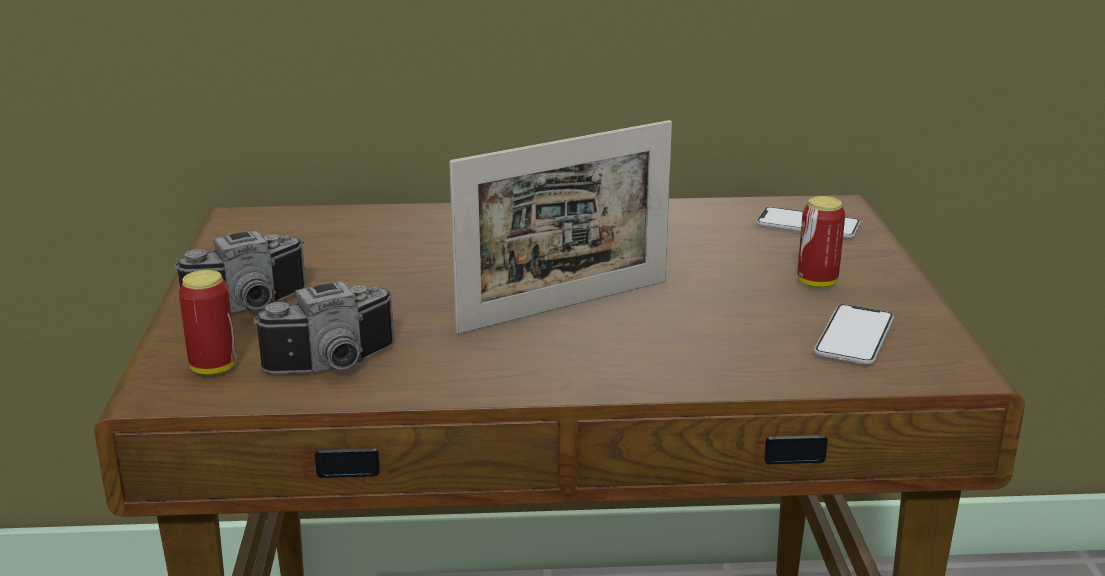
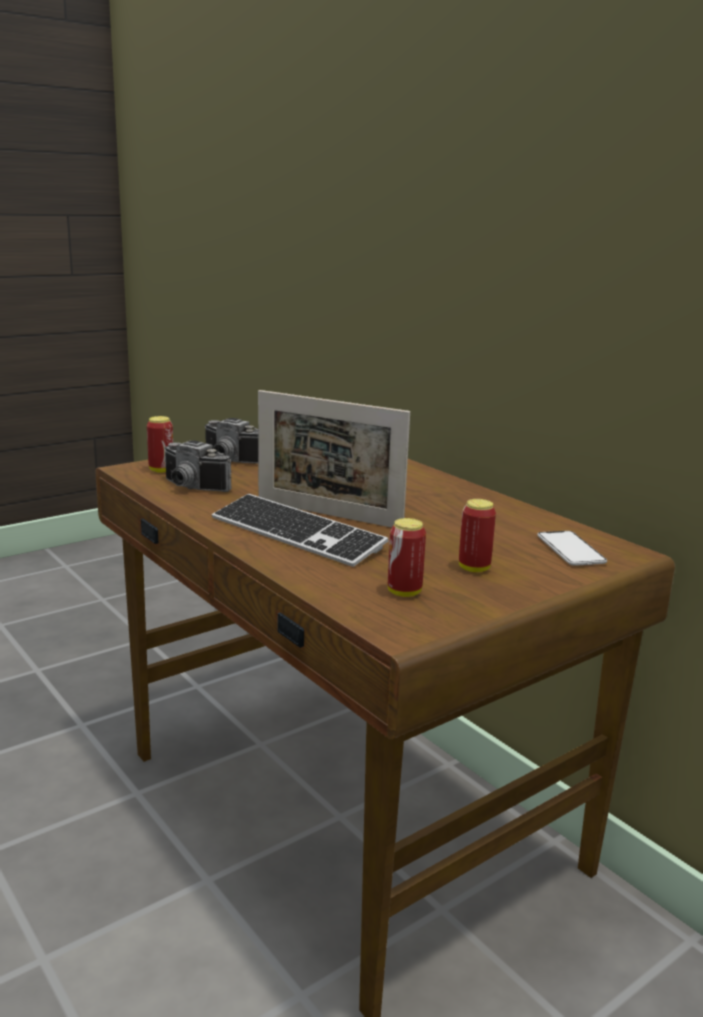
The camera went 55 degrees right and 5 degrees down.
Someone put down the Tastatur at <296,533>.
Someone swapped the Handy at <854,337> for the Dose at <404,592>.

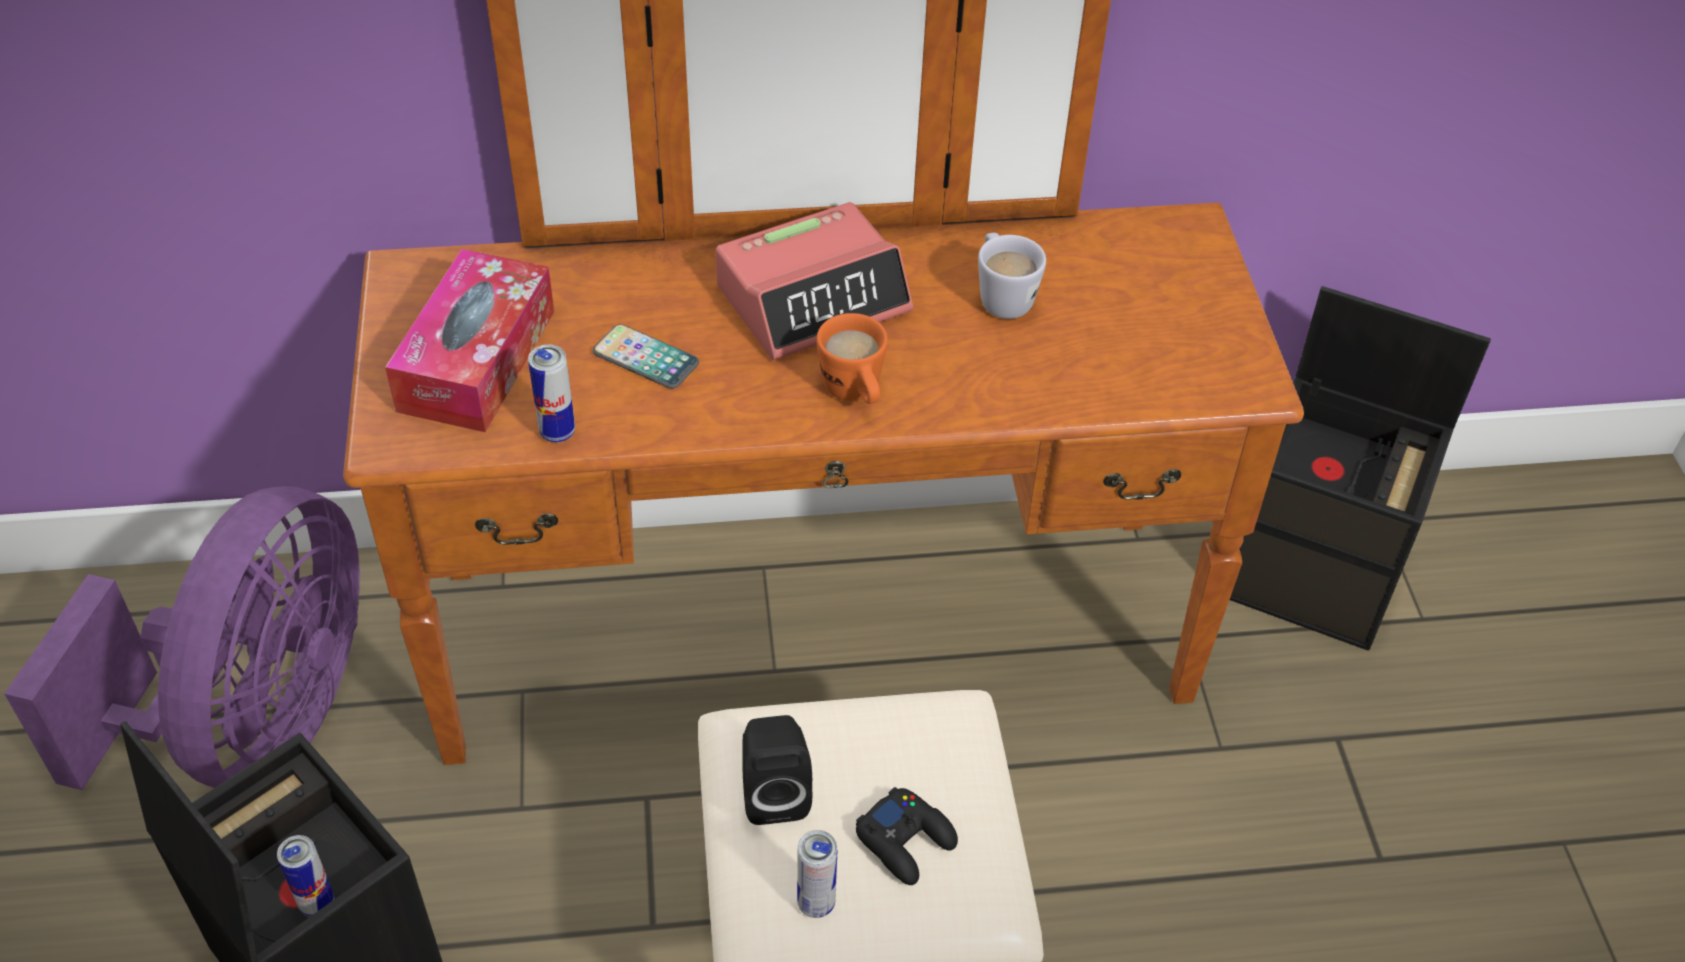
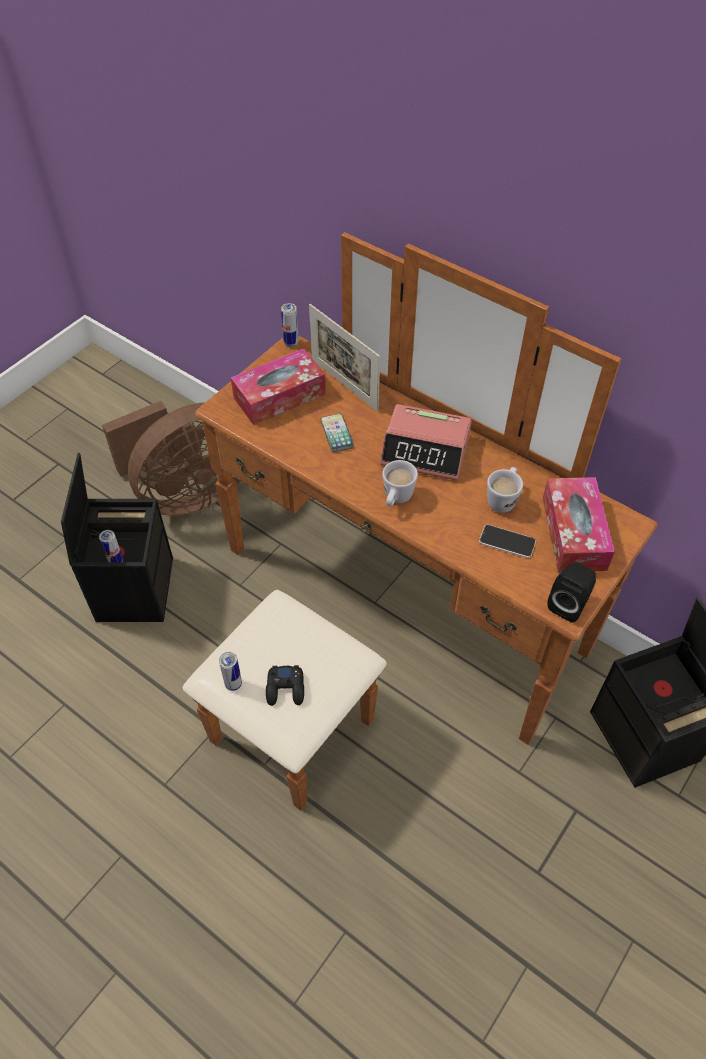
The camera went 45 degrees right and 5 degrees up.
Someone repainted the Ventilator [lila] at <257,724>, which became the Ventilator [braun] at <190,492>.
Someone carried the Dose from <557,432> to <291,343>.
Someone put down the Bilderrahmen at <344,384>.
Someone repainted the Henkelbecher [orange] at <855,394>, which became the Henkelbecher [weiß] at <396,499>.
Someone put down the Handy at <507,542>.
Someone put down the Taschentuchbox at <573,533>.
Someone carried the Lautsprecher [schwarz] from <774,792> to <569,604>.

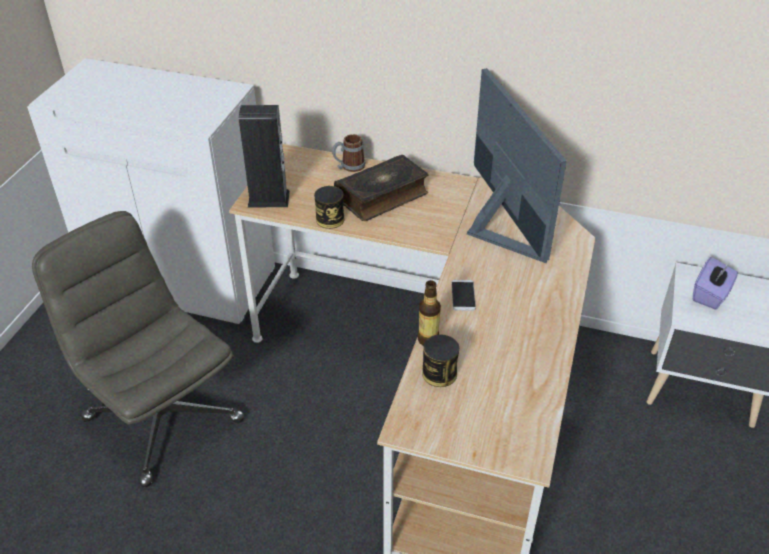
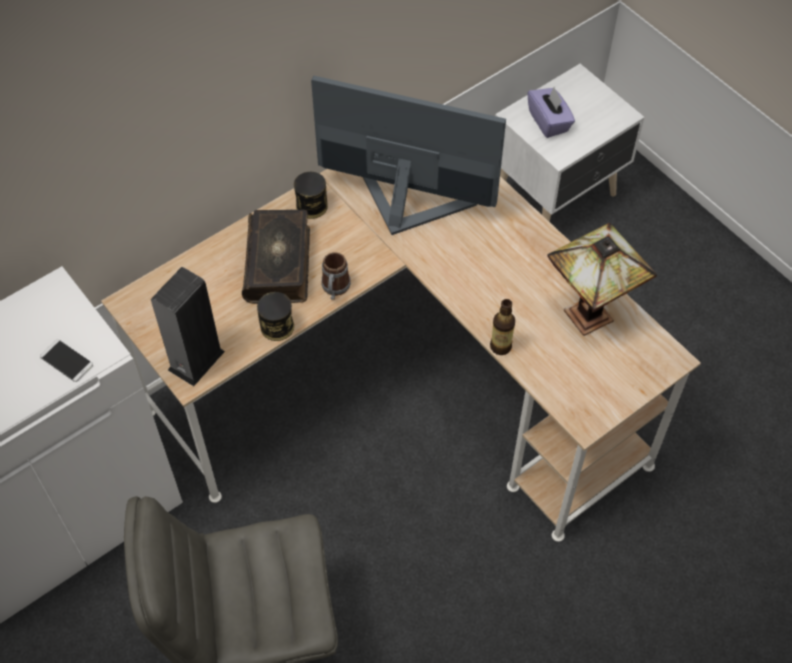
The camera went 55 degrees left and 15 degrees up.
Someone carried the Handy from <463,295> to <66,361>.
Someone carried the Dose from <439,373> to <311,206>.
Someone carried the Henkelbecher from <349,167> to <335,289>.
Someone put down the Tischlampe at <589,312>.

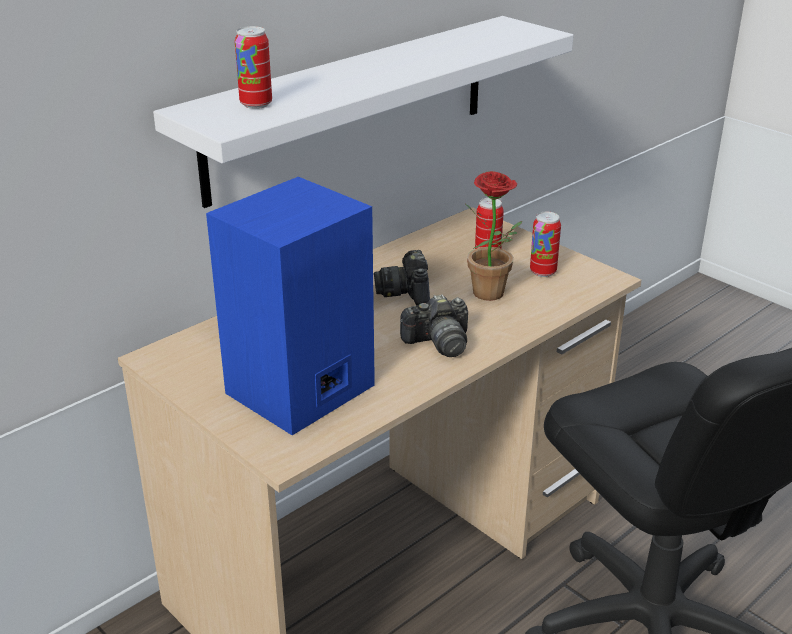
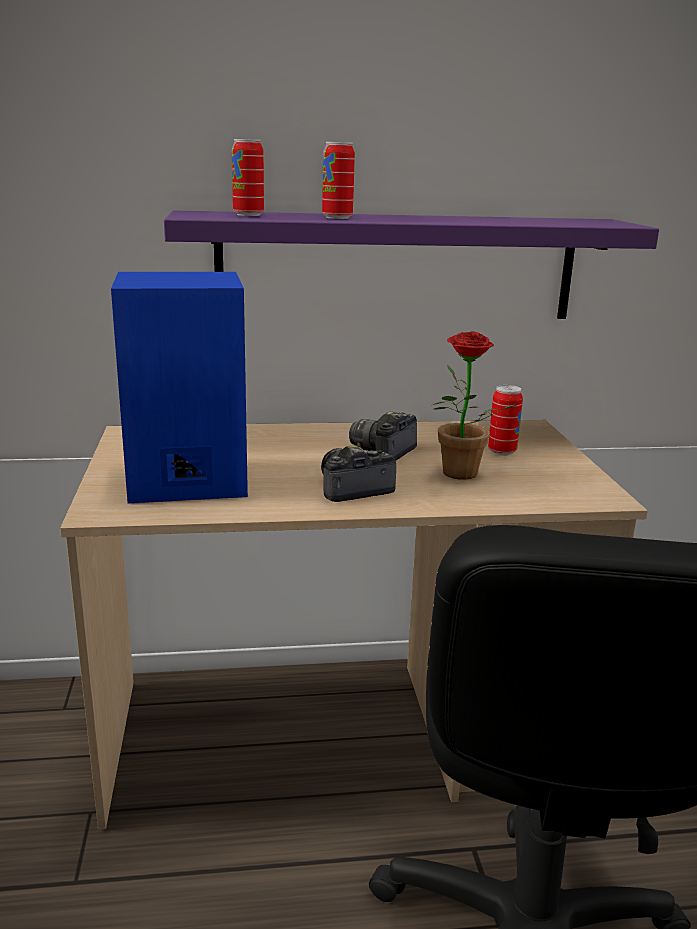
The camera went 35 degrees right and 10 degrees down.
Someone repainted the Wandregal [weiß] at <351,107>, which became the Wandregal [lila] at <397,267>.
Someone rotated the Kamera at <438,343> by 135 degrees clockwise.
Someone carried the Dose from <543,272> to <337,217>.

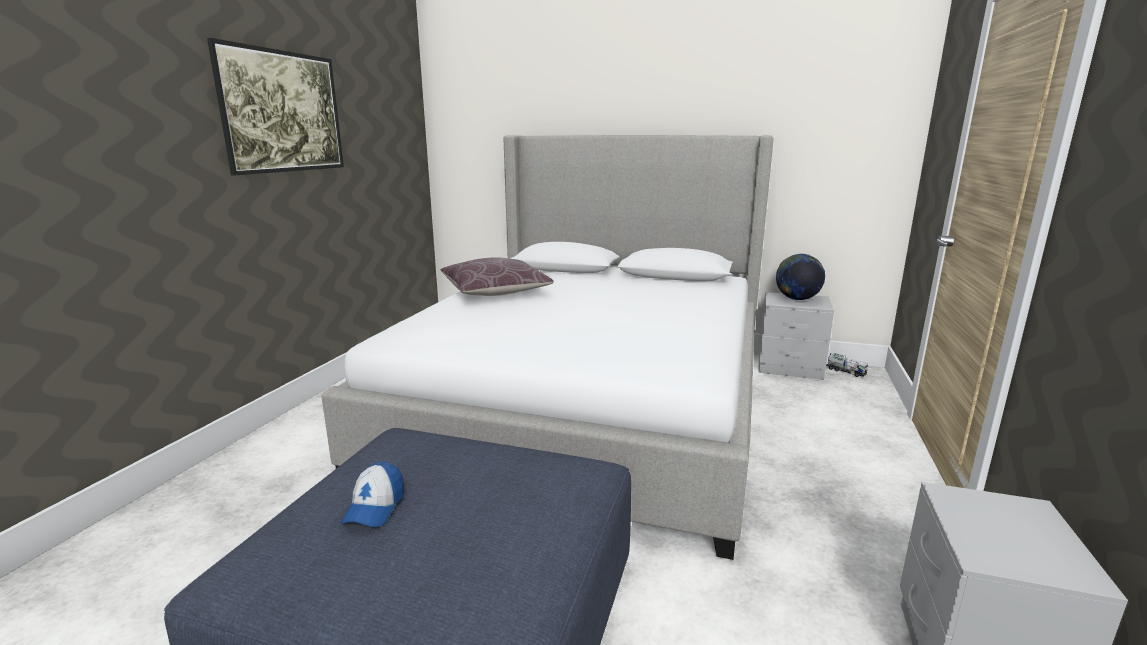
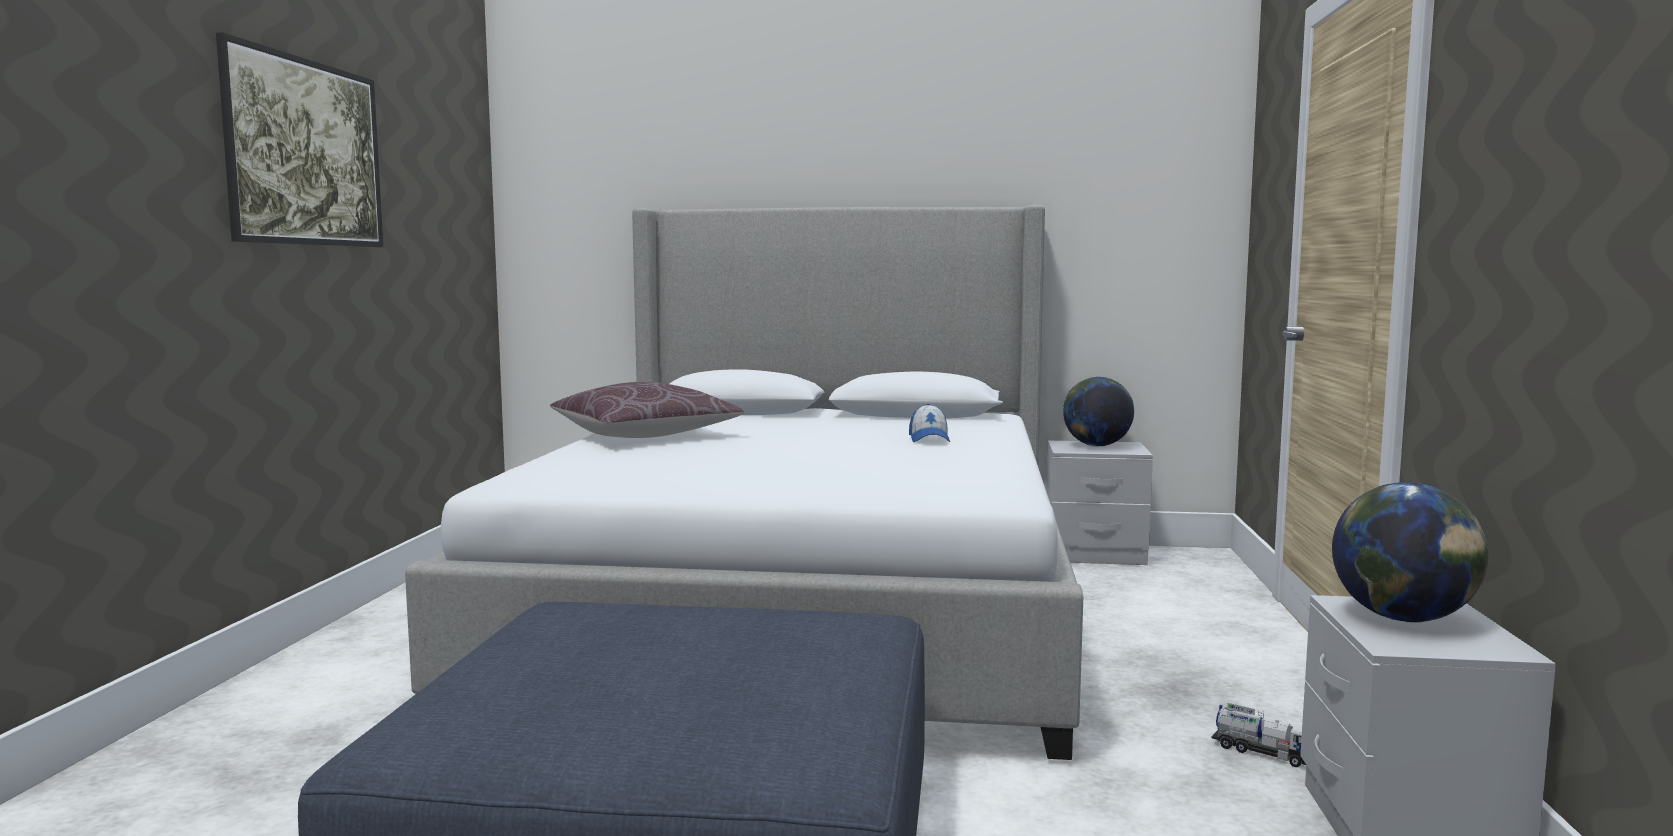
The camera went 10 degrees left and 10 degrees down.
Someone carried the Kappe from <374,507> to <929,439>.
Someone carried the Spielzeuglaster from <845,372> to <1264,753>.
Someone put down the Globus at <1403,619>.

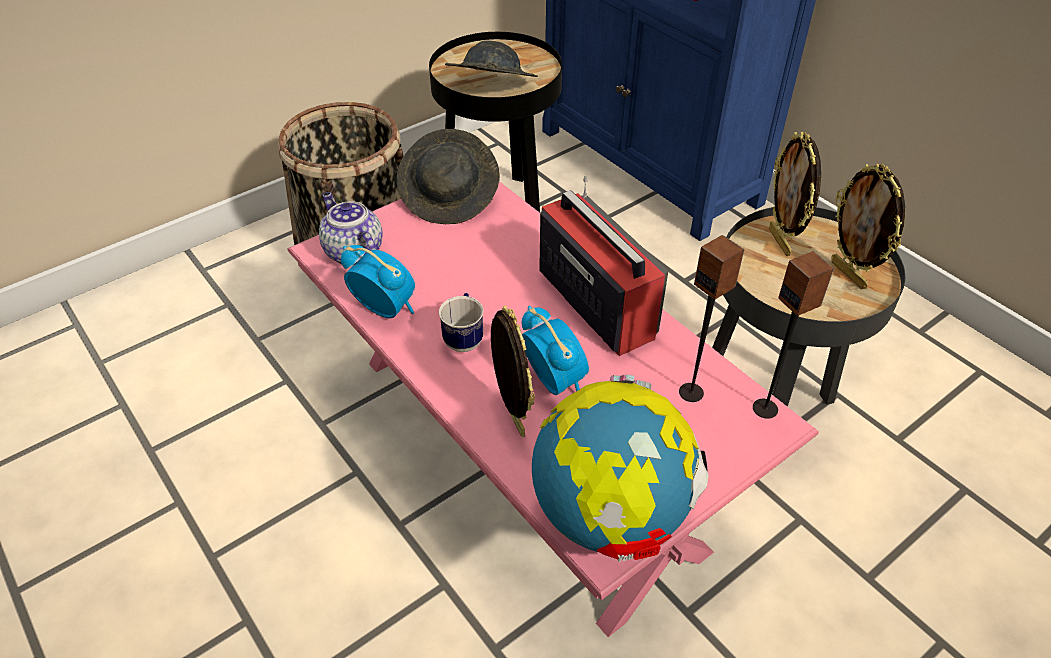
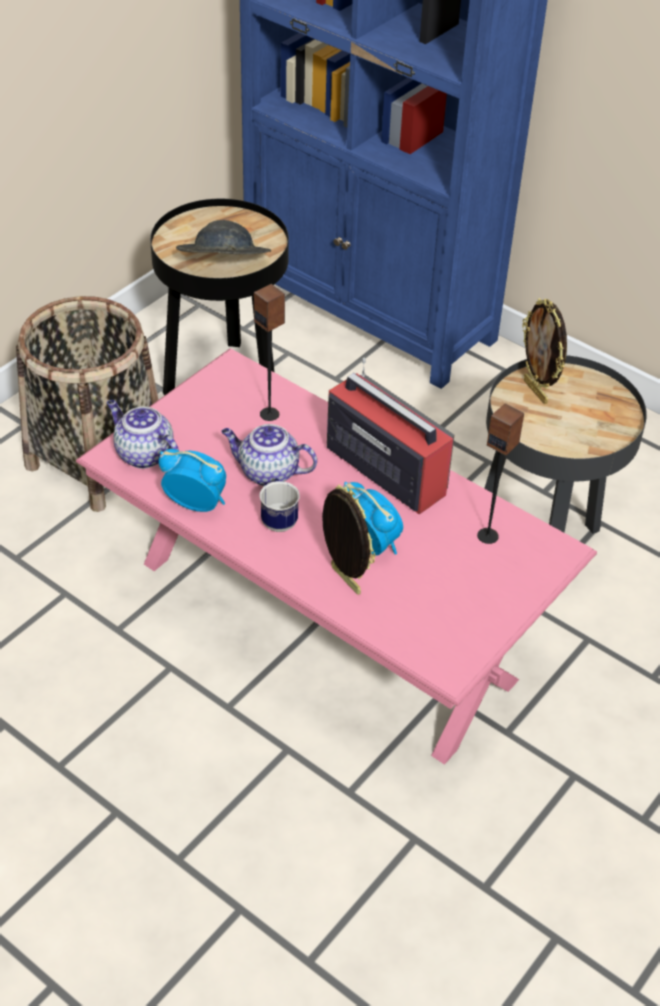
The camera went 15 degrees left and 0 degrees up.
Someone put down the Teekanne at <267,473>.
Someone carried the Lautsprecher from <765,408> to <270,414>.
Someone took away the Hut [grau] at <450,197>.
Someone took away the Globus at <610,516>.
Someone took away the Bilderrahmen at <849,274>.

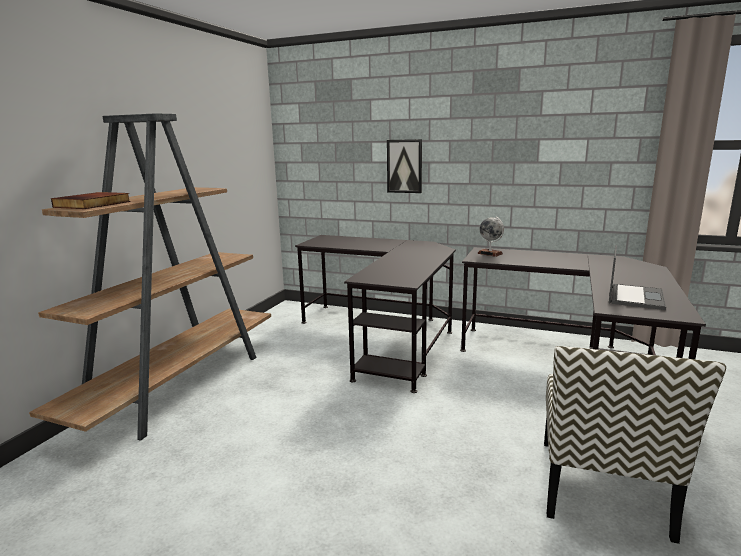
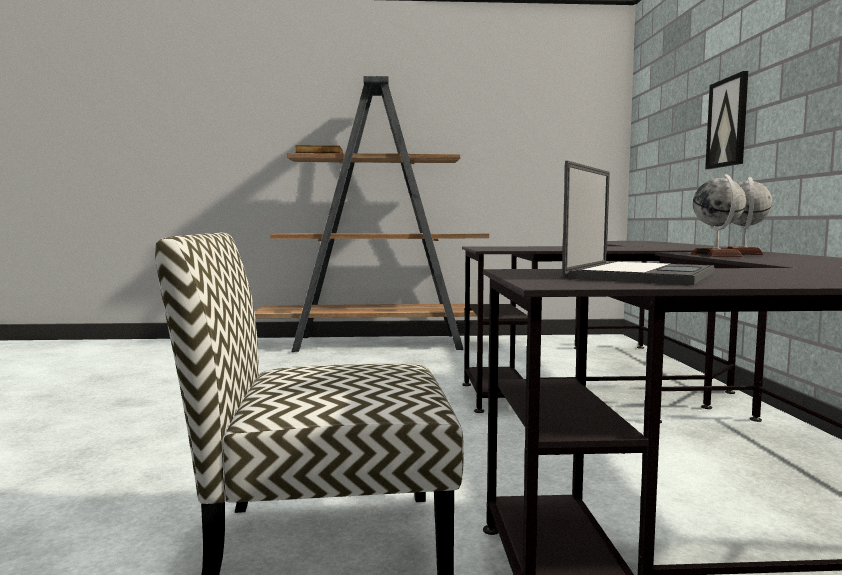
The camera went 65 degrees right and 10 degrees down.
Someone rotated the Laptop at <635,297> by 60 degrees counterclockwise.
Someone put down the Globus at <716,255>.

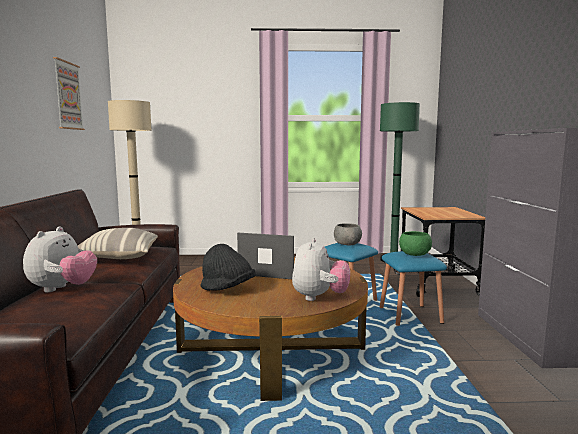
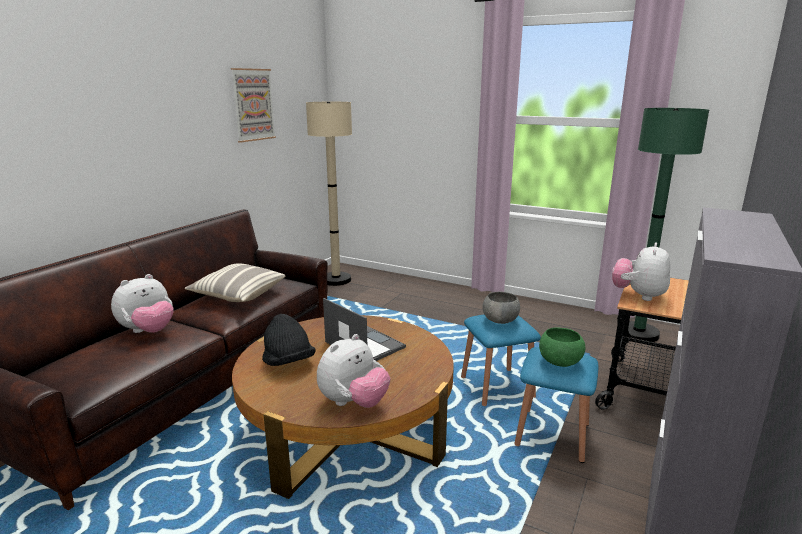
The camera went 30 degrees right and 10 degrees up.
Someone put down the Plüschtier at <638,296>.

